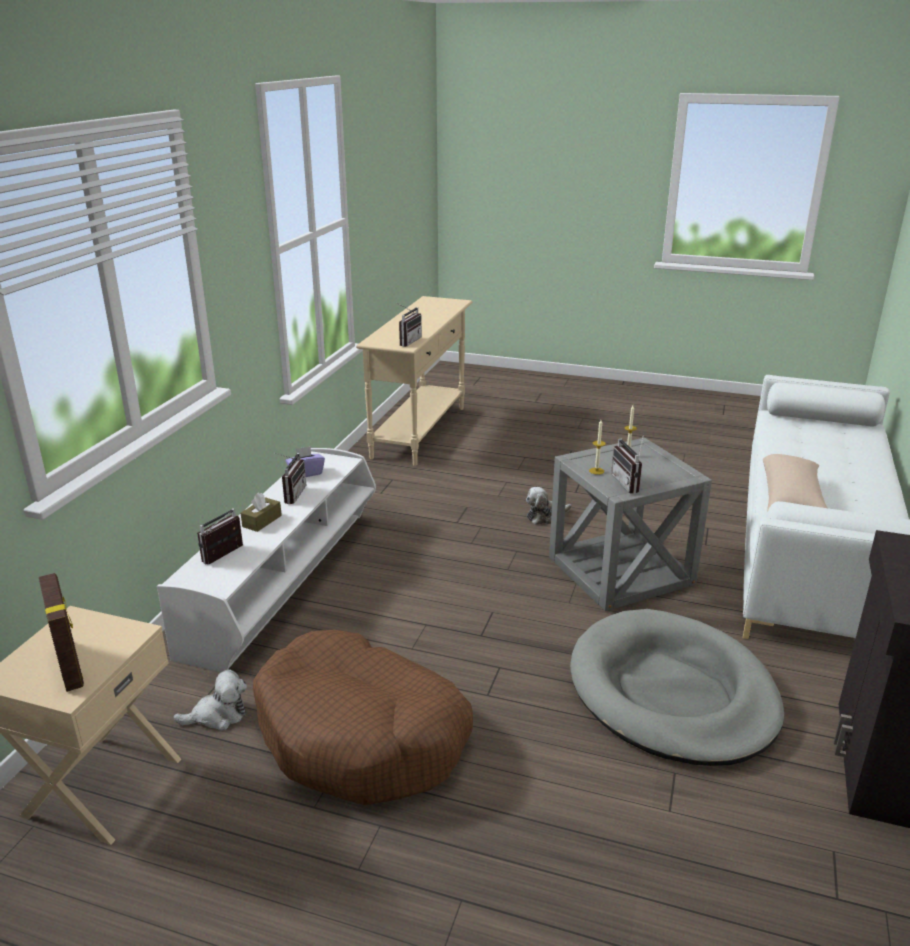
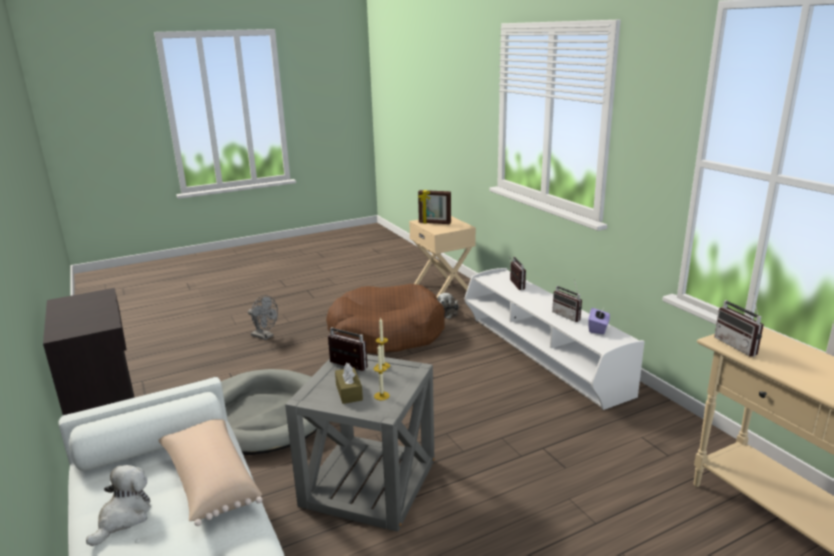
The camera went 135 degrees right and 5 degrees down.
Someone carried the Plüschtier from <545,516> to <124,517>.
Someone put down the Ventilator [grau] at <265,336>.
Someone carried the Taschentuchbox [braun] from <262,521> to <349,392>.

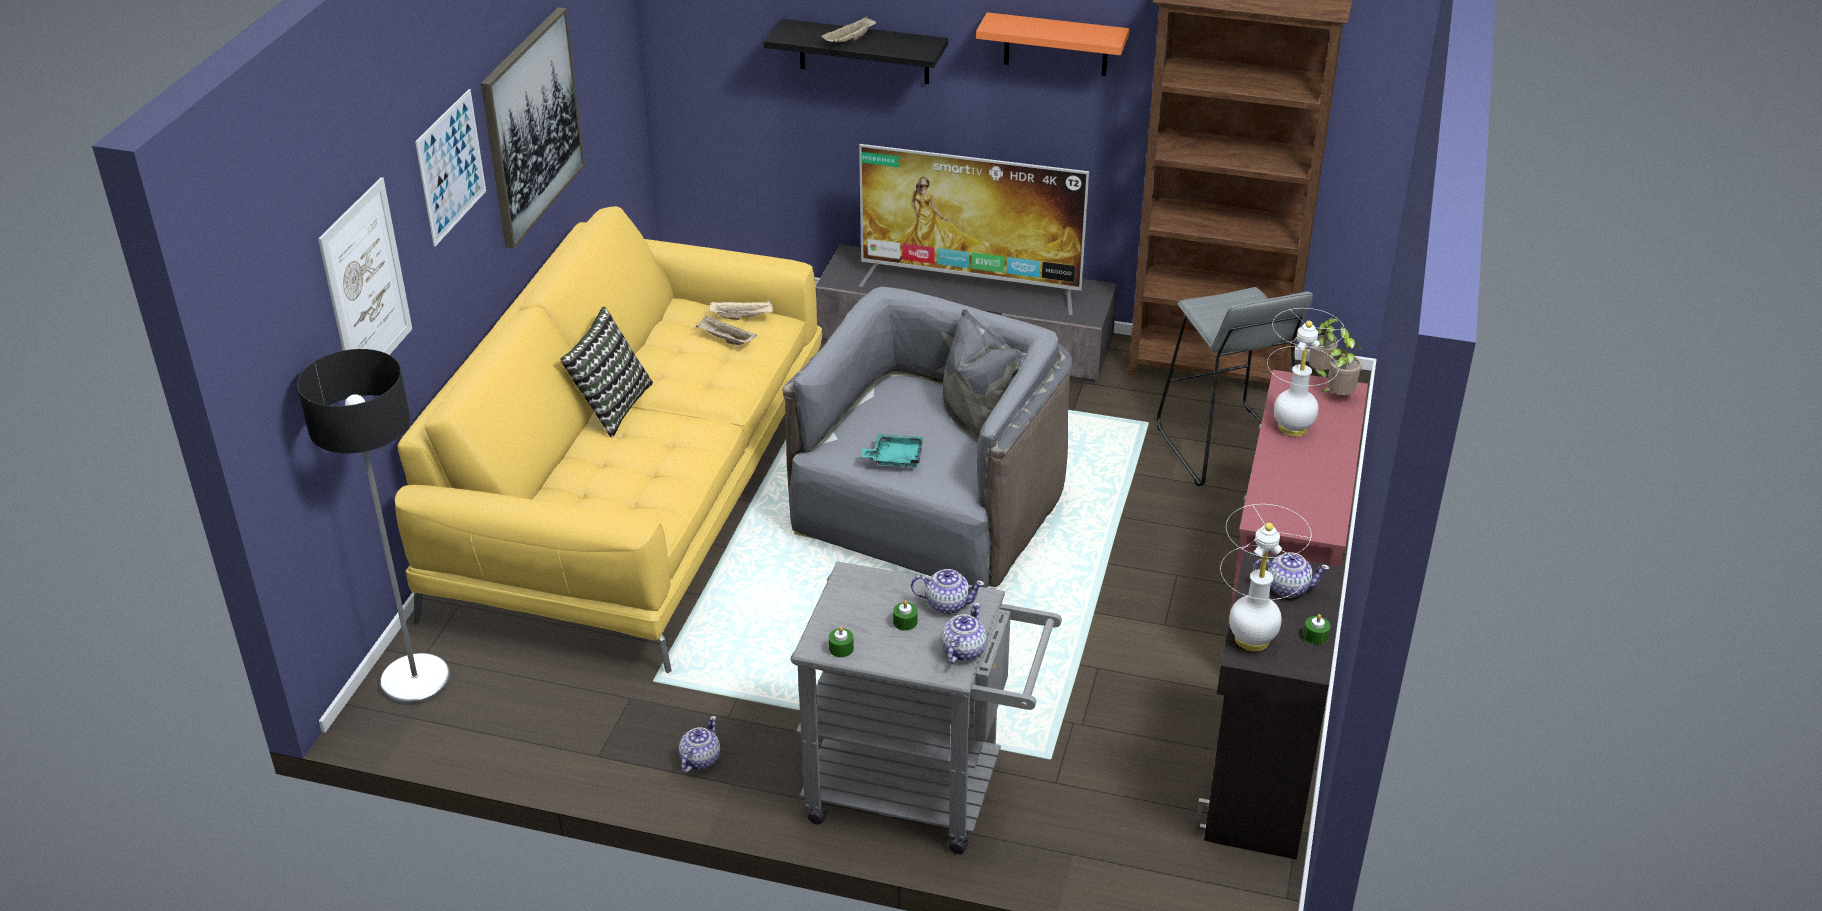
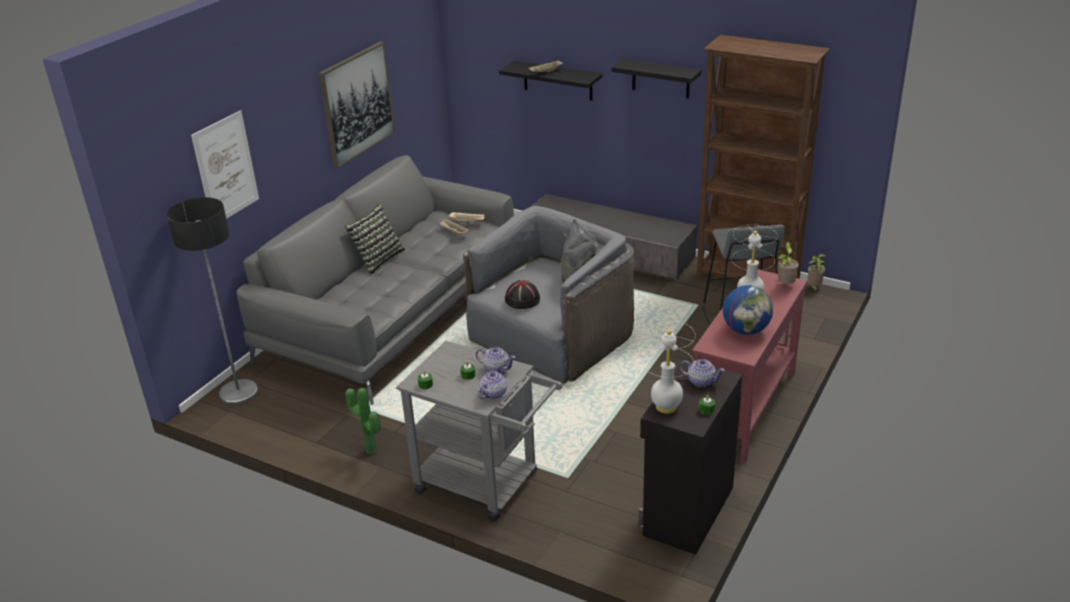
The camera went 15 degrees right and 5 degrees down.
Someone repainted the Sofa [gelb] at <637,492>, which became the Sofa [grau] at <394,312>.
Someone swapped the Teekanne at <699,759> for the Topfpflanze at <369,451>.
Someone swapped the Tablett [türkis] at <895,458> for the Hut [schwarz] at <522,300>.
Someone repainted the Wandregal [orange] at <1056,44>, which became the Wandregal [schwarz] at <661,79>.
Someone put down the Globus at <746,330>.
Someone took away the Bild at <451,167>.
Someone took away the Fernseher at <971,286>.

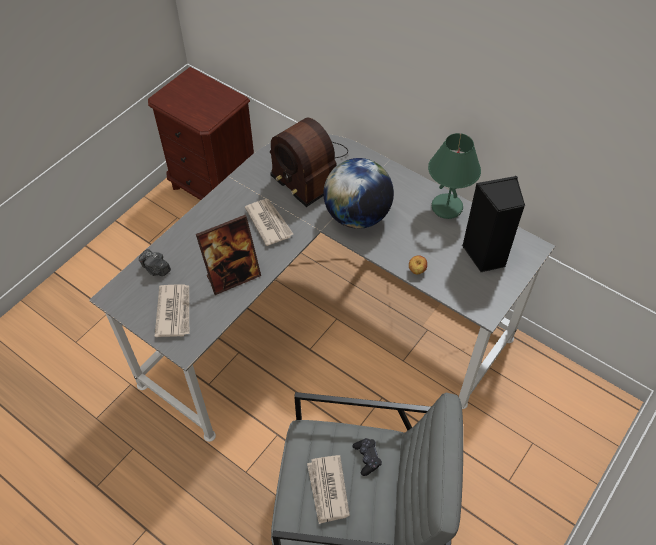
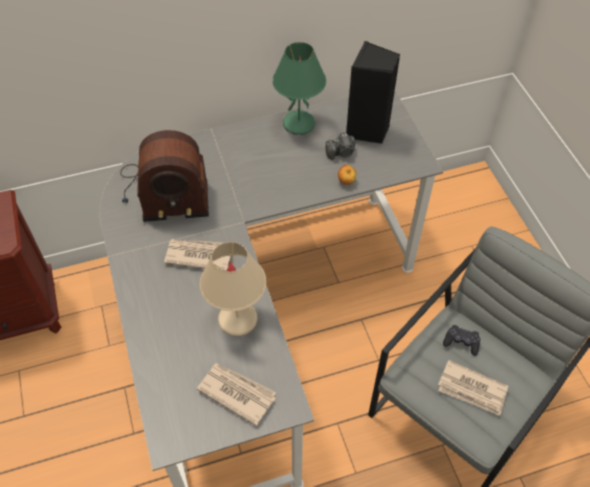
The camera went 55 degrees left and 0 degrees up.
Someone swapped the Bilderrahmen at <233,276> for the Tischlampe [beige] at <237,319>.
Someone carried the Kamera from <156,269> to <341,153>.
Someone took away the Globus at <357,216>.

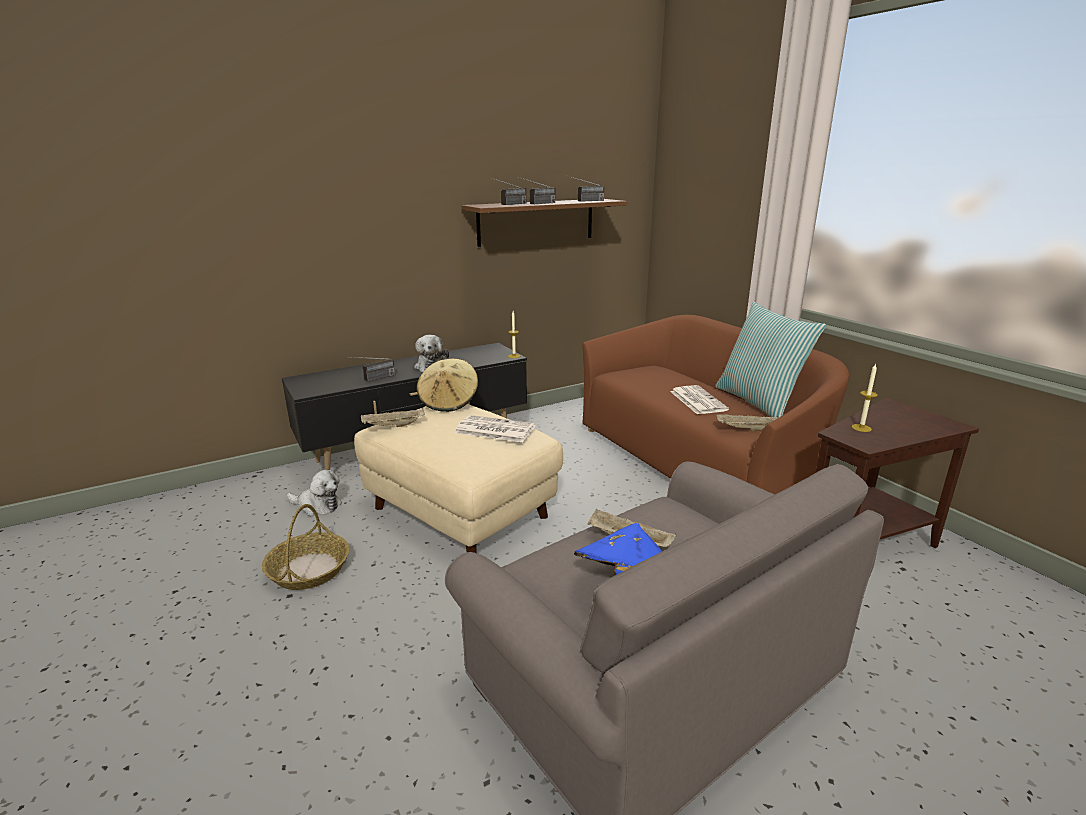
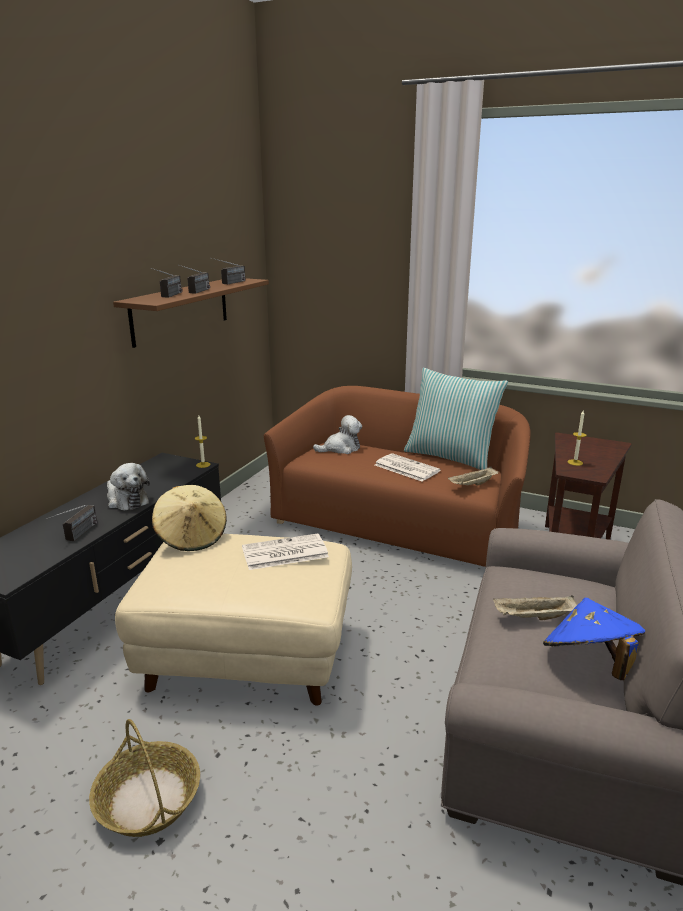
The camera went 35 degrees left and 0 degrees up.
Someone carried the Plüschtier from <317,506> to <340,448>.
Someone took away the Tablett [beige] at <393,426>.

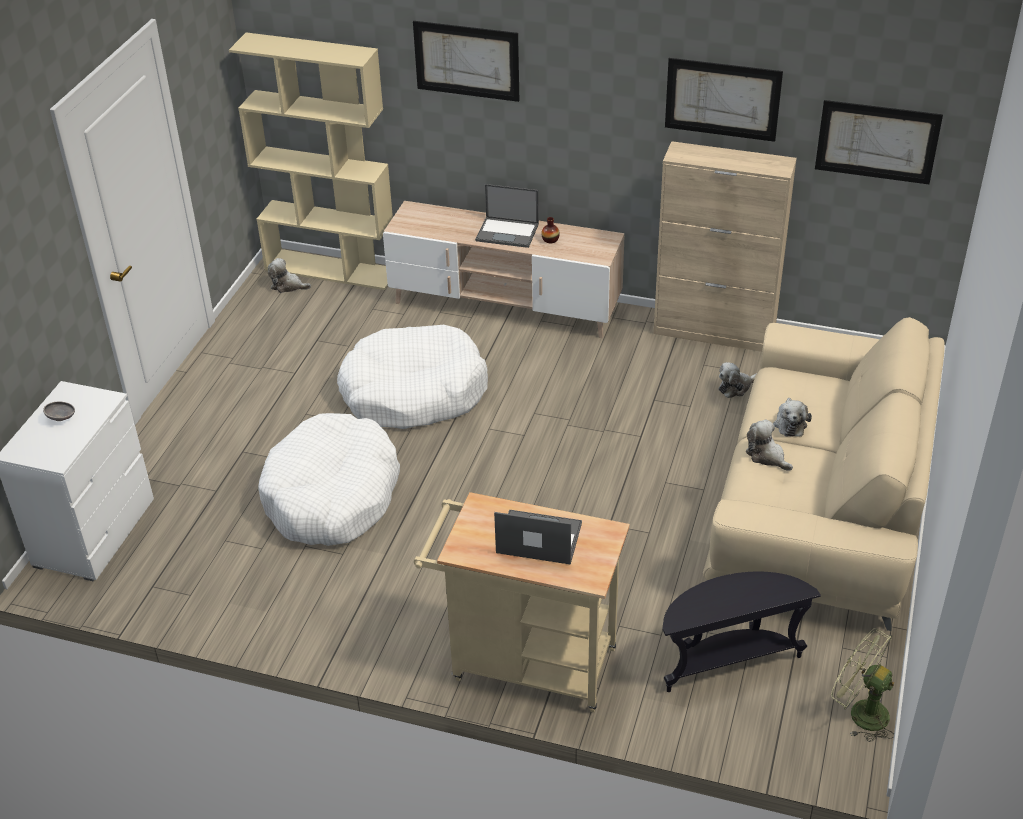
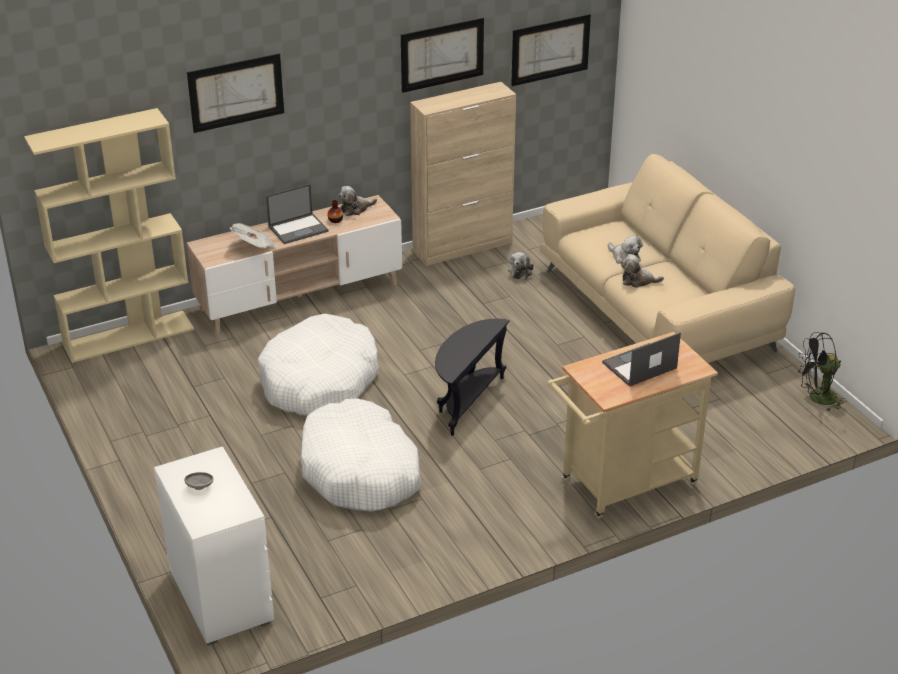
The camera went 45 degrees left and 5 degrees down.
Someone put down the Zeitung at <255,246>.
Someone carried the Plüschtier from <288,286> to <355,209>.
Someone carried the Beistelltisch [schwarz] from <727,660> to <466,401>.
Someone repainted the Ventilator [grün] at <860,712>, which became the Ventilator [schwarz] at <817,398>.

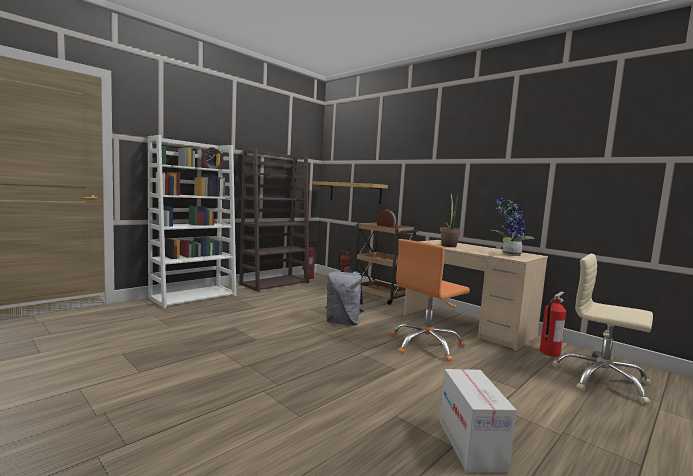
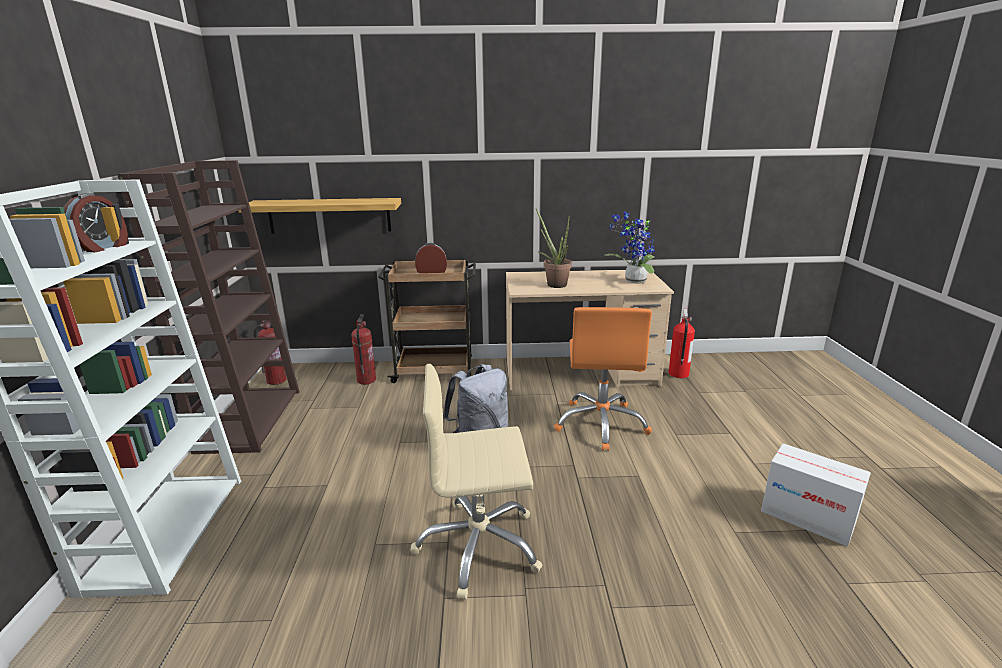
The camera went 45 degrees left and 15 degrees up.
Someone carried the Bürostuhl [beige] from <601,380> to <478,546>.

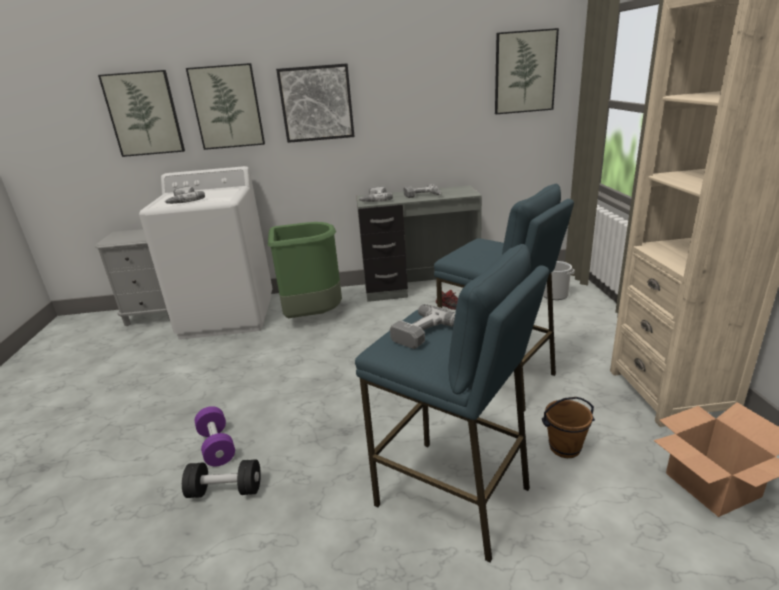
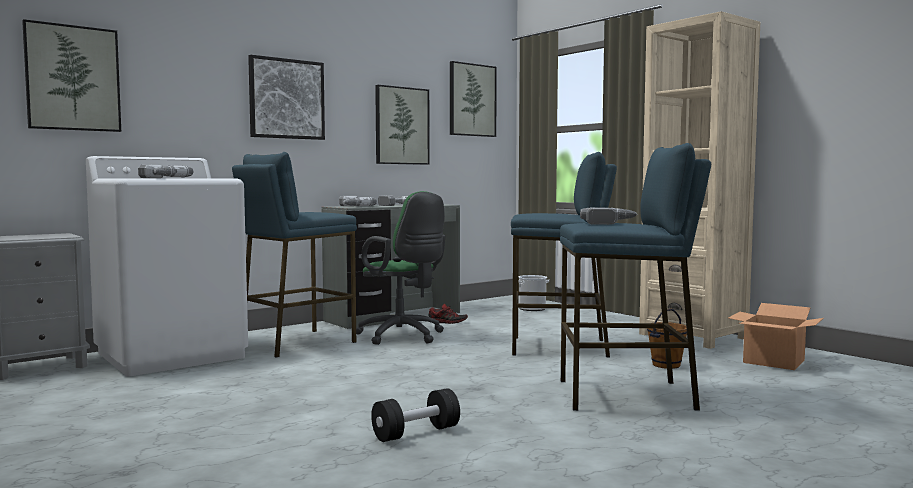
The camera went 35 degrees left and 20 degrees down.
Someone swapped the Mülleimer [grün] at <312,316> for the Hocker [blau] at <296,343>.
Someone put down the Bürostuhl [grün] at <403,336>.
Someone carried the Bild from <227,107> to <401,126>.
Someone took away the Hantel [lila] at <217,446>.

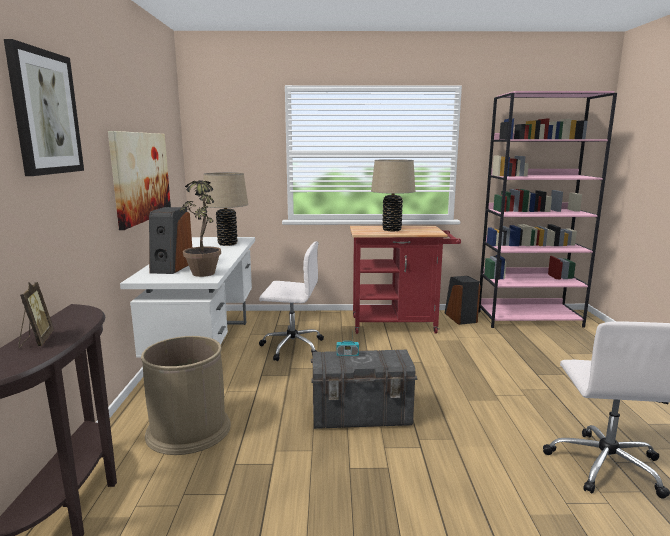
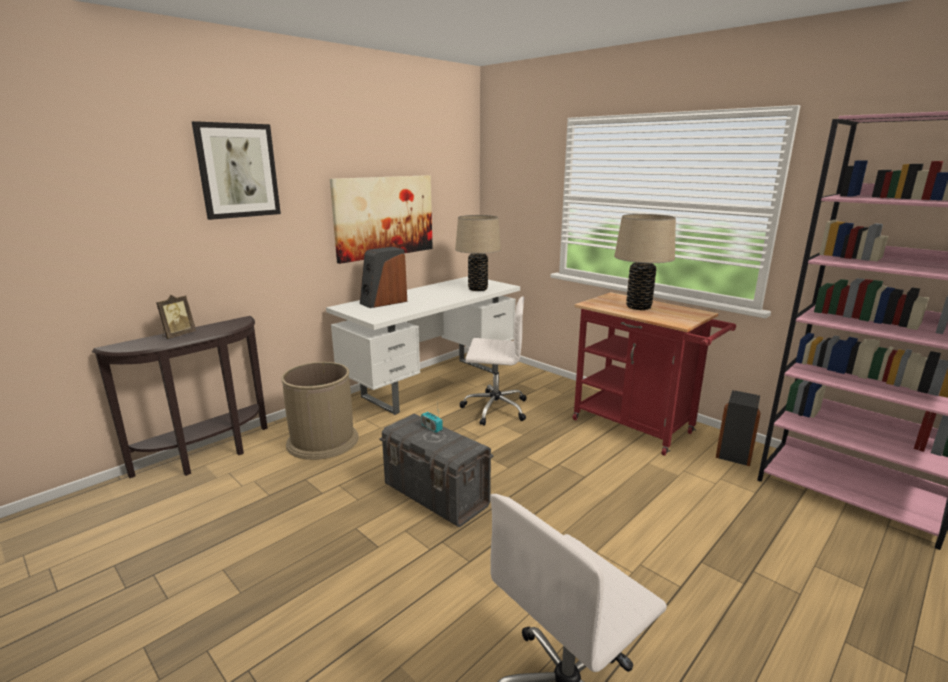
The camera went 45 degrees right and 5 degrees up.
Someone rotated the Bürostuhl [weiß] at <291,346> by 45 degrees counterclockwise.
Someone took away the Topfpflanze at <204,271>.

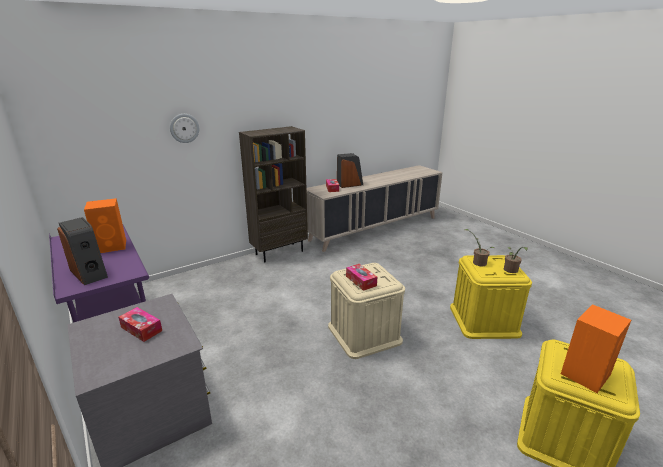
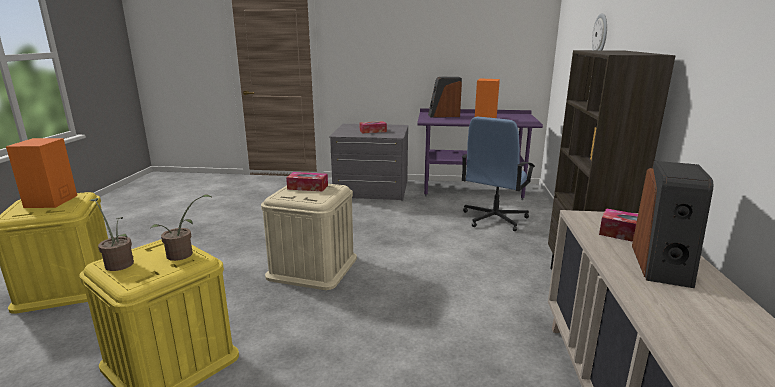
The camera went 130 degrees right and 5 degrees down.
Someone put down the Bürostuhl [blau] at <494,219>.

